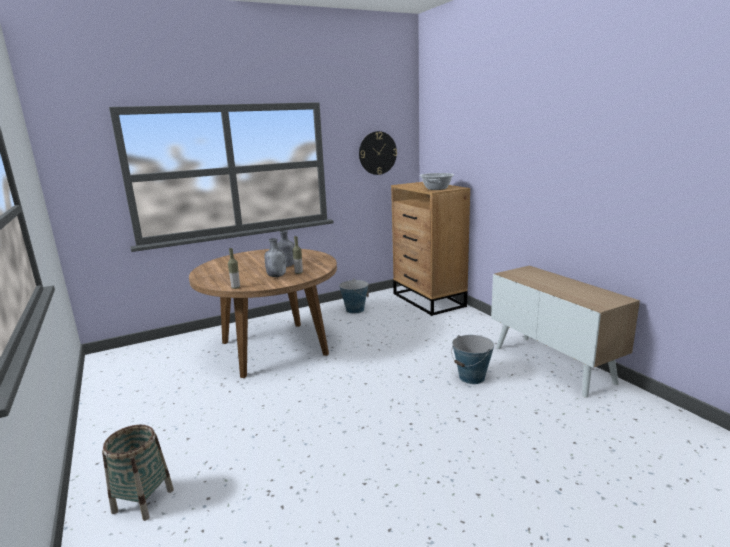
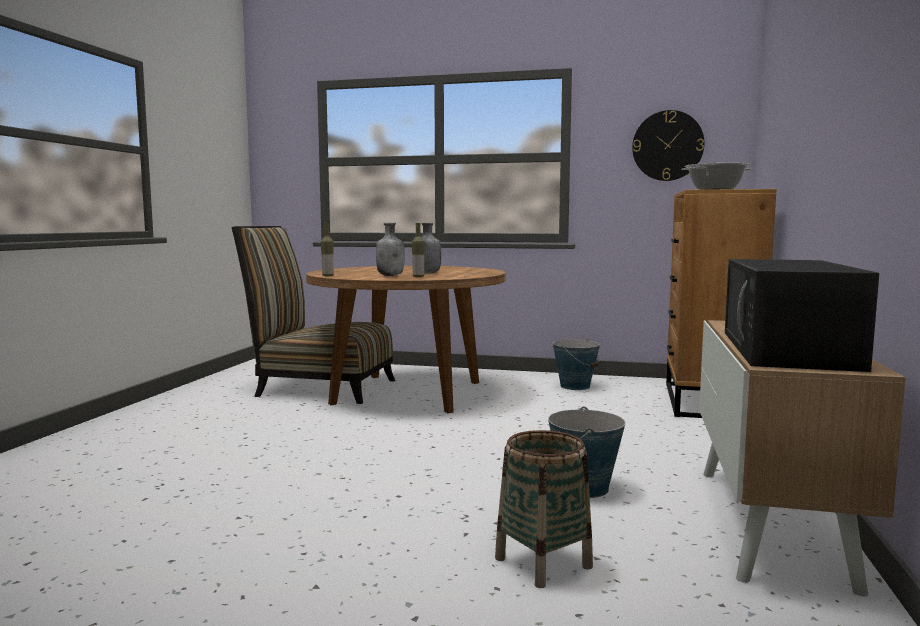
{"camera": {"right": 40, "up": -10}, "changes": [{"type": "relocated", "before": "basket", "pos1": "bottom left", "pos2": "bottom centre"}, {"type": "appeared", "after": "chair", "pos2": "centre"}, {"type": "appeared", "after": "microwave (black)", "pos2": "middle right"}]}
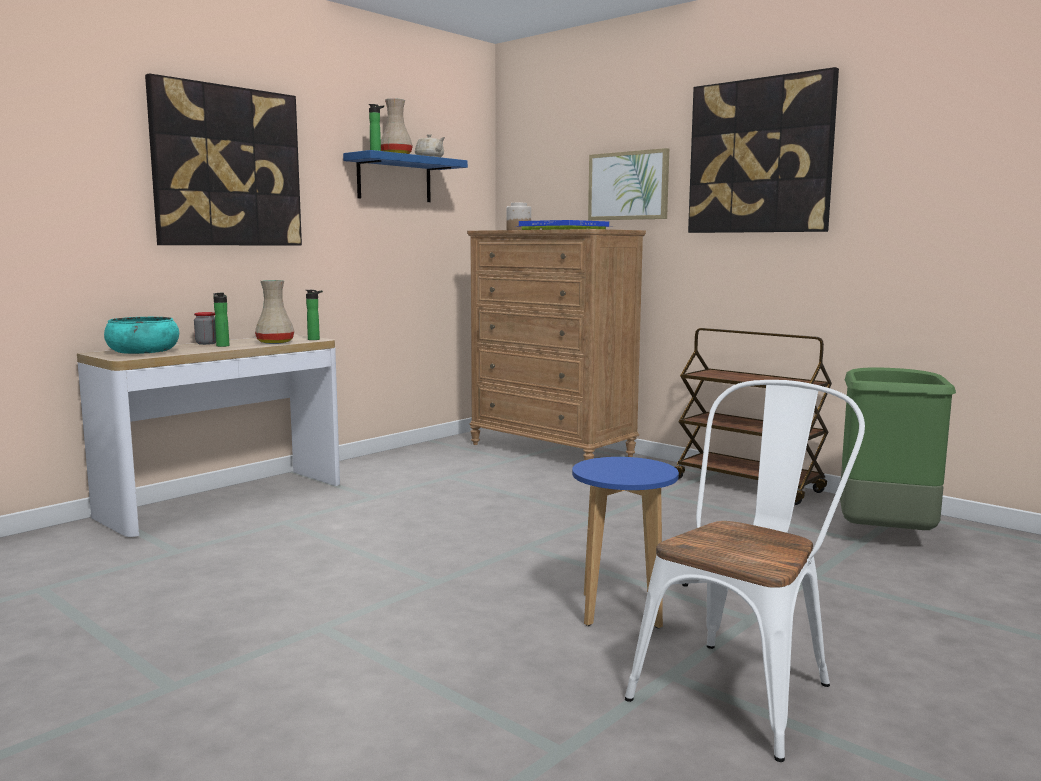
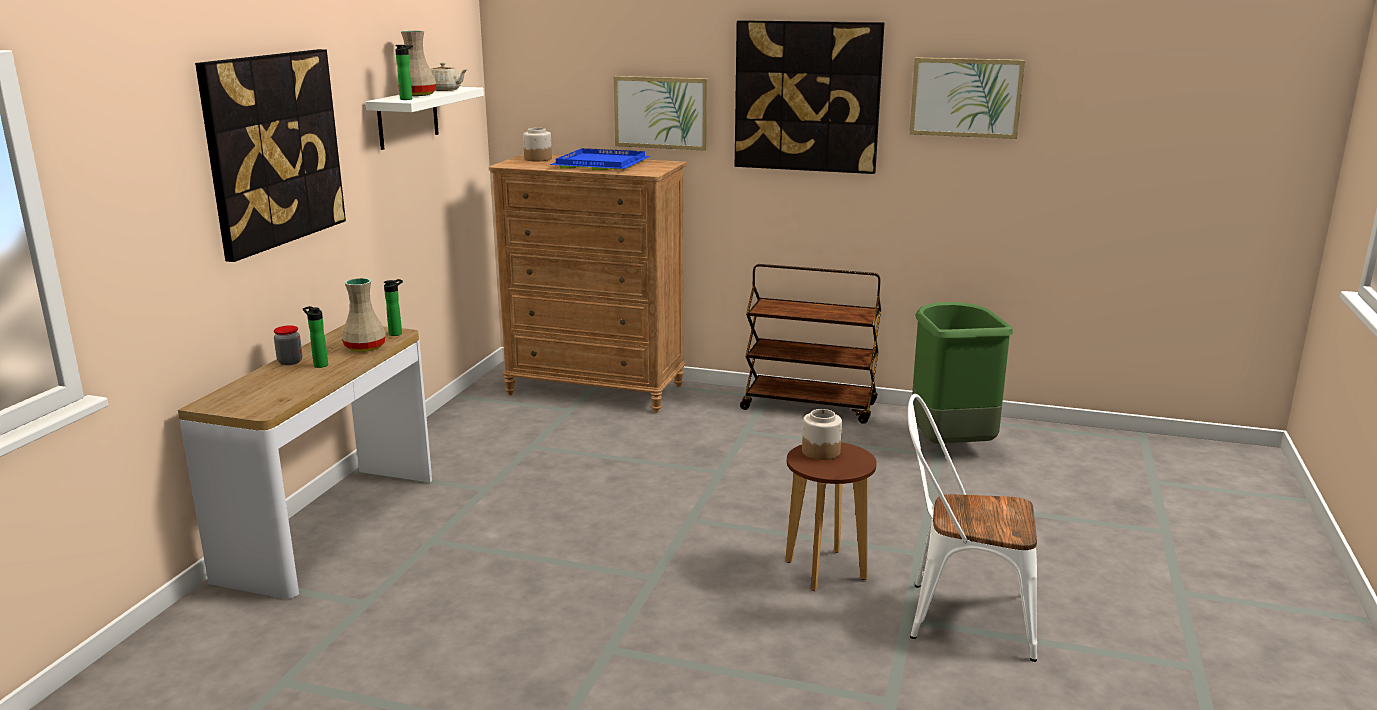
{"camera": {"right": -25, "up": 10}, "changes": [{"type": "colour", "before": "shelf (blue)", "after": "shelf (white)", "pos1": "top centre", "pos2": "top left"}, {"type": "missing", "before": "bowl (turquoise)", "pos1": "middle left"}, {"type": "spun", "before": "chair (white)", "pos1": "bottom right", "pos2": "bottom right", "turn": -90}, {"type": "colour", "before": "stool (blue)", "after": "stool (brown)", "pos1": "bottom centre", "pos2": "bottom centre"}, {"type": "appeared", "after": "picture (no. 4 from left)", "pos2": "top right"}, {"type": "appeared", "after": "jar (no. 3 from left)", "pos2": "centre"}]}
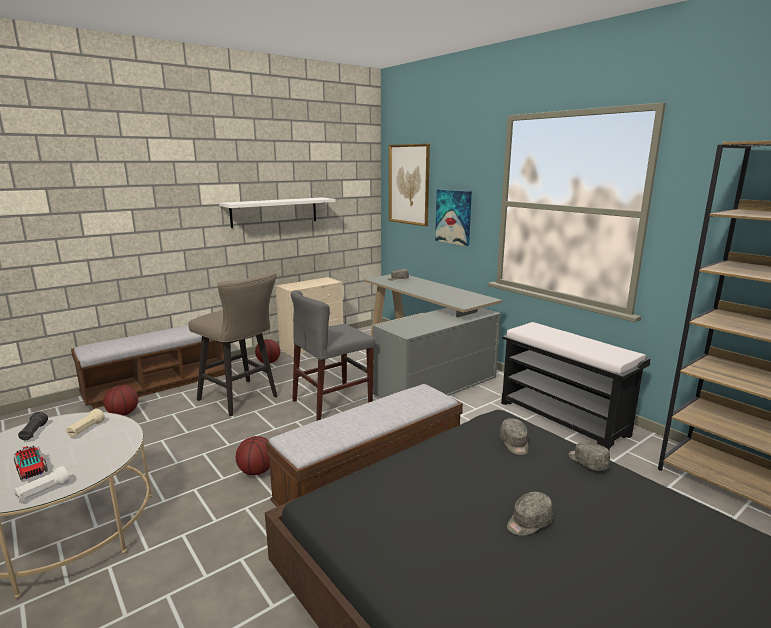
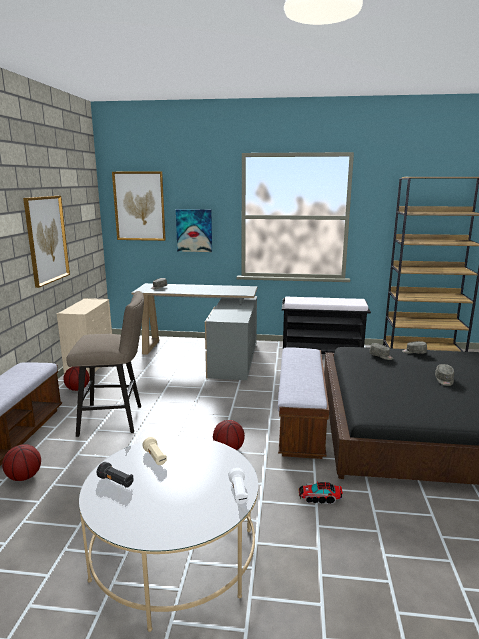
{"camera": {"right": -45, "up": 0}, "changes": [{"type": "exchanged", "before": "shelf (white)", "after": "picture (no. 1 from left)", "pos1": "centre", "pos2": "middle left"}, {"type": "missing", "before": "chair (grey)", "pos1": "centre"}, {"type": "relocated", "before": "toy truck", "pos1": "bottom left", "pos2": "bottom right"}]}
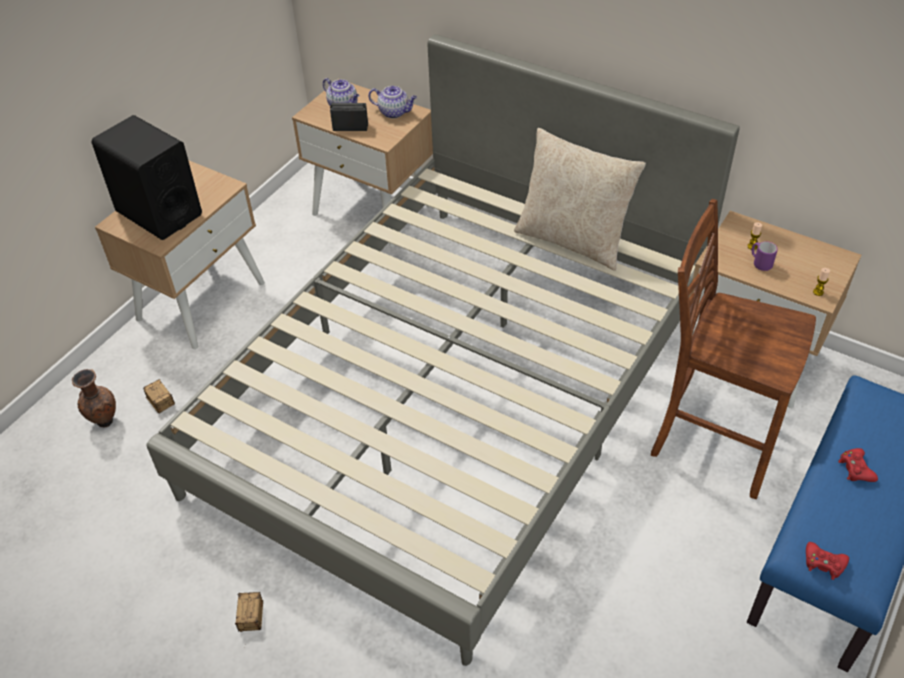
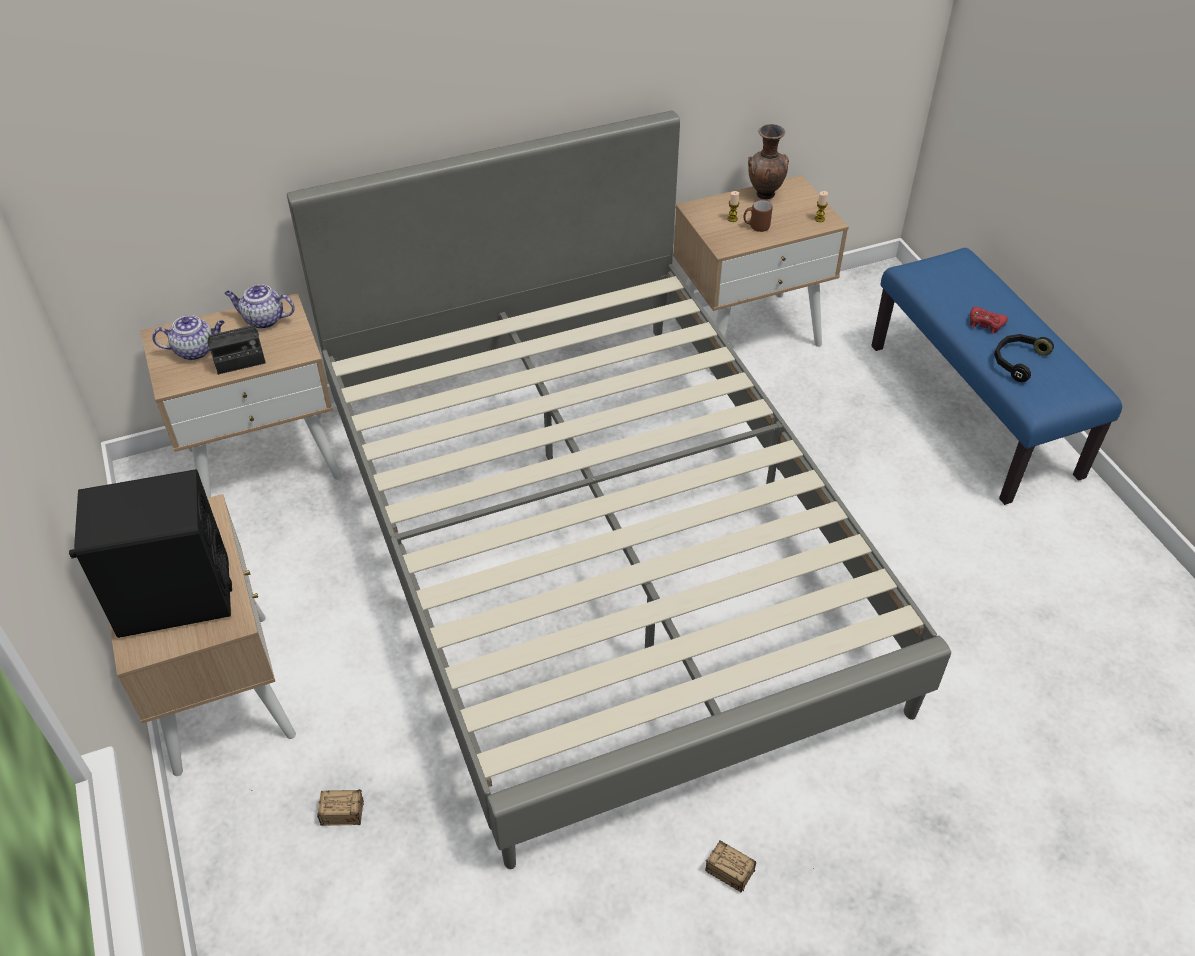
{"camera": {"right": -55, "up": 0}, "changes": [{"type": "spun", "before": "radio", "pos1": "top centre", "pos2": "middle left", "turn": -150}, {"type": "spun", "before": "teapot (no. 2 from left)", "pos1": "top centre", "pos2": "top left", "turn": -135}, {"type": "missing", "before": "pillow (beige)", "pos1": "top centre"}, {"type": "missing", "before": "chair (brown)", "pos1": "middle right"}, {"type": "colour", "before": "mug (purple)", "after": "mug (brown)", "pos1": "middle right", "pos2": "top centre"}, {"type": "relocated", "before": "vase (brown)", "pos1": "middle left", "pos2": "top centre"}, {"type": "missing", "before": "game controller (red) (no. 1 from left)", "pos1": "bottom right"}, {"type": "appeared", "after": "headphones (black)", "pos2": "middle right"}]}
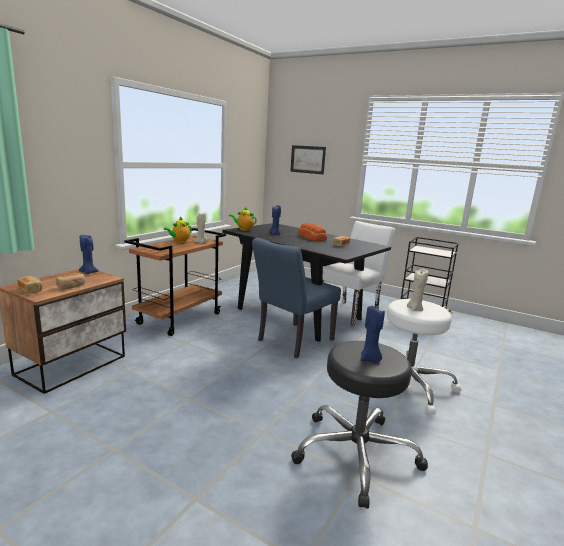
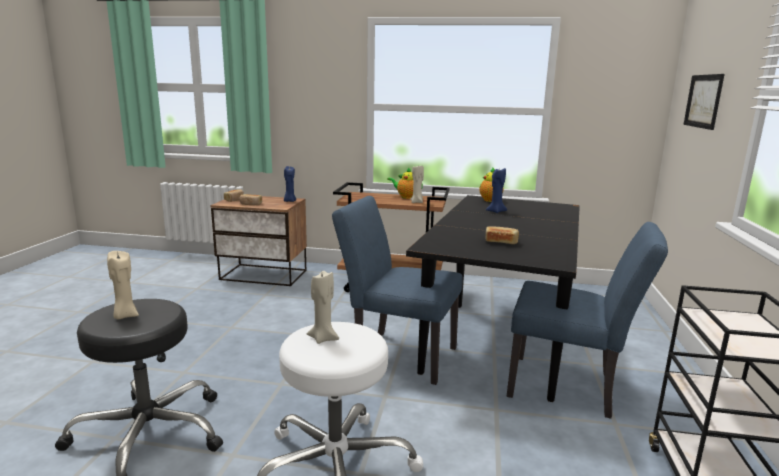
{"camera": {"right": 70, "up": 0}, "changes": [{"type": "colour", "before": "chair (white)", "after": "chair (blue) (no. 2 from left)", "pos1": "centre", "pos2": "bottom right"}, {"type": "missing", "before": "bread (no. 3 from left)", "pos1": "centre"}, {"type": "colour", "before": "candle (blue) (no. 3 from left)", "after": "candle (beige) (no. 1 from left)", "pos1": "centre", "pos2": "middle left"}]}
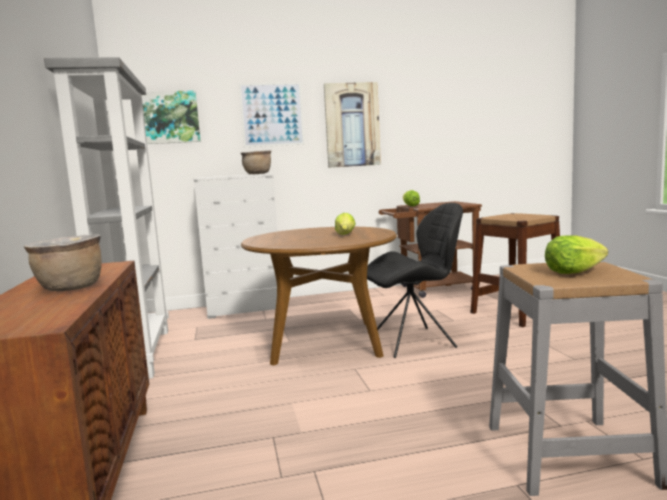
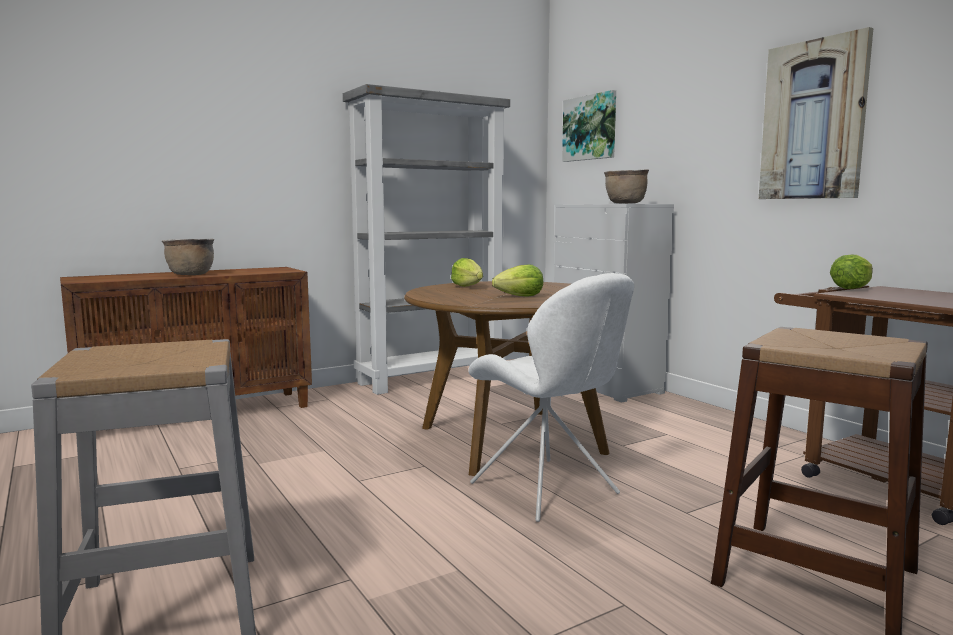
{"camera": {"right": 70, "up": 0}, "changes": [{"type": "missing", "before": "picture (no. 2 from left)", "pos1": "top centre"}, {"type": "colour", "before": "chair (black)", "after": "chair (white)", "pos1": "centre", "pos2": "centre"}, {"type": "relocated", "before": "lettuce (no. 3 from left in the first image)", "after": "lettuce (no. 1 from left)", "pos1": "middle right", "pos2": "centre"}]}
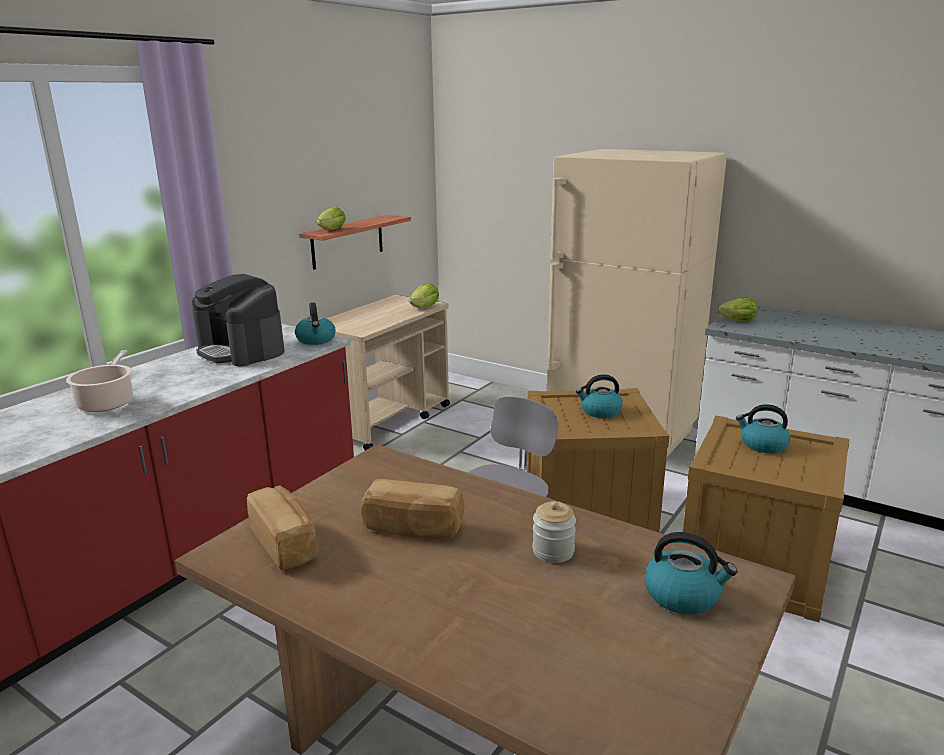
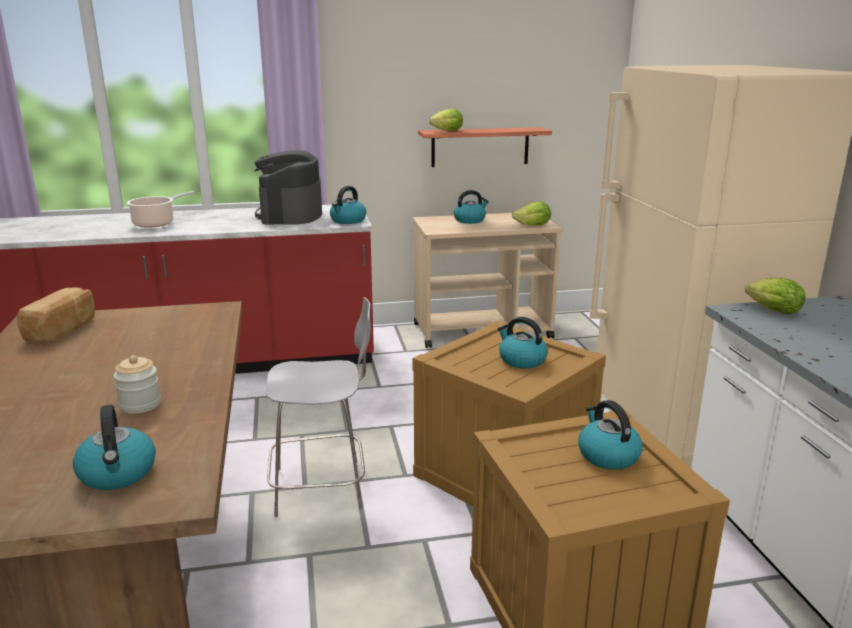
{"camera": {"right": 45, "up": 0}, "changes": [{"type": "missing", "before": "bread (no. 2 from left)", "pos1": "bottom centre"}, {"type": "appeared", "after": "kettle (no. 3 from left)", "pos2": "top centre"}]}
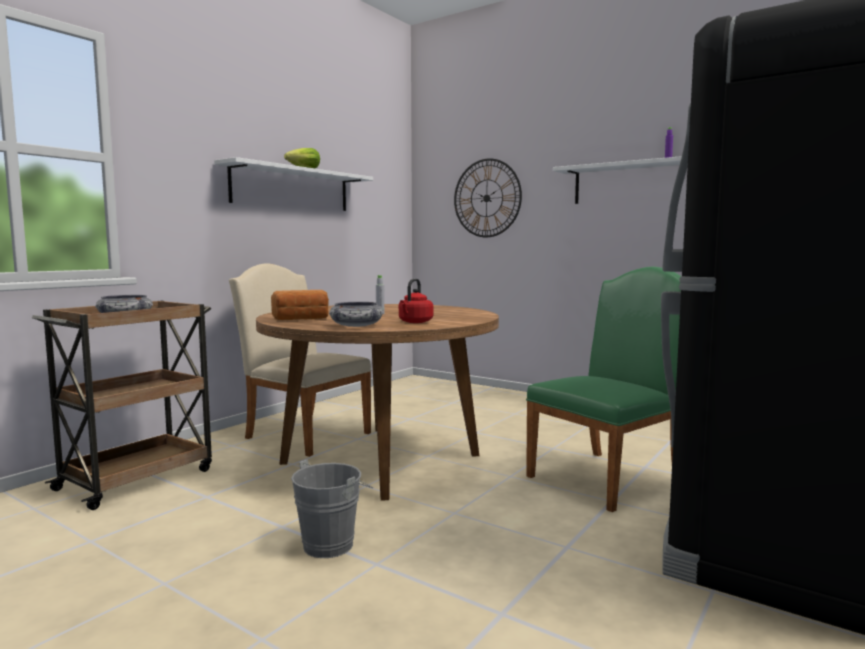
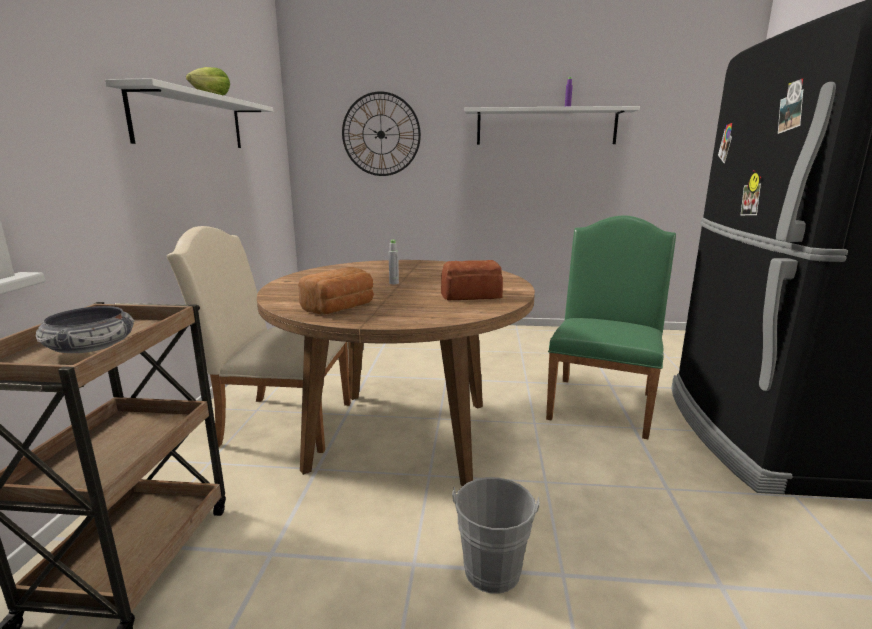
{"camera": {"right": -30, "up": 10}, "changes": [{"type": "exchanged", "before": "kettle (red)", "after": "bread (no. 2 from left)", "pos1": "centre", "pos2": "centre"}, {"type": "missing", "before": "bowl (no. 2 from left)", "pos1": "centre"}]}
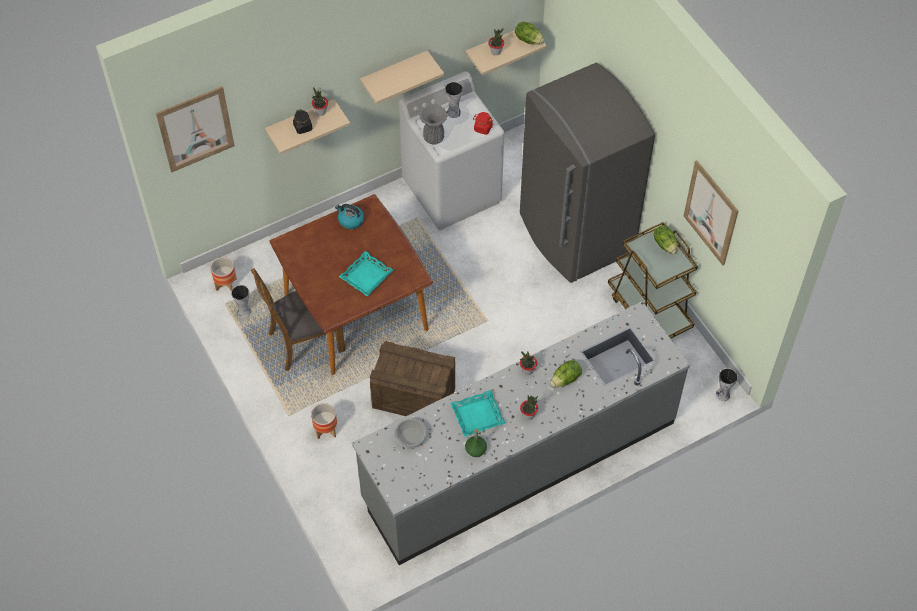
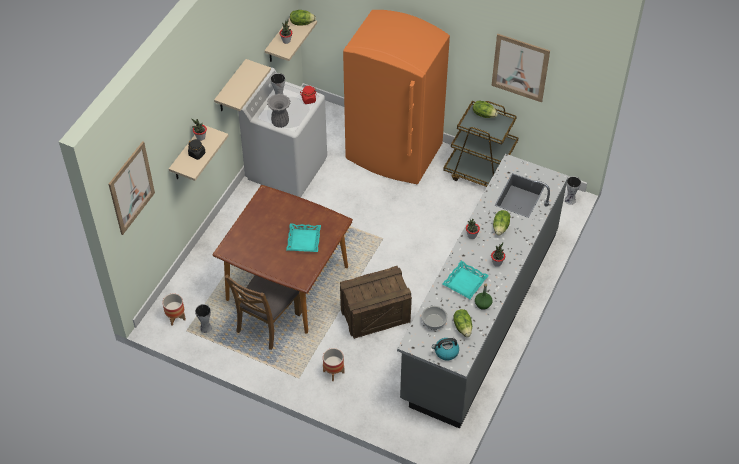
{"camera": {"right": -35, "up": -5}, "changes": [{"type": "colour", "before": "fridge (grey)", "after": "fridge (orange)", "pos1": "top centre", "pos2": "top centre"}, {"type": "relocated", "before": "kettle", "pos1": "centre", "pos2": "bottom centre"}, {"type": "appeared", "after": "lettuce (no. 2 from left)", "pos2": "bottom centre"}]}
